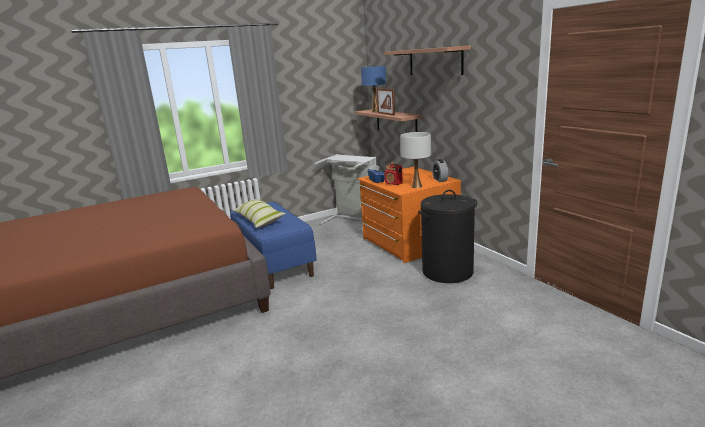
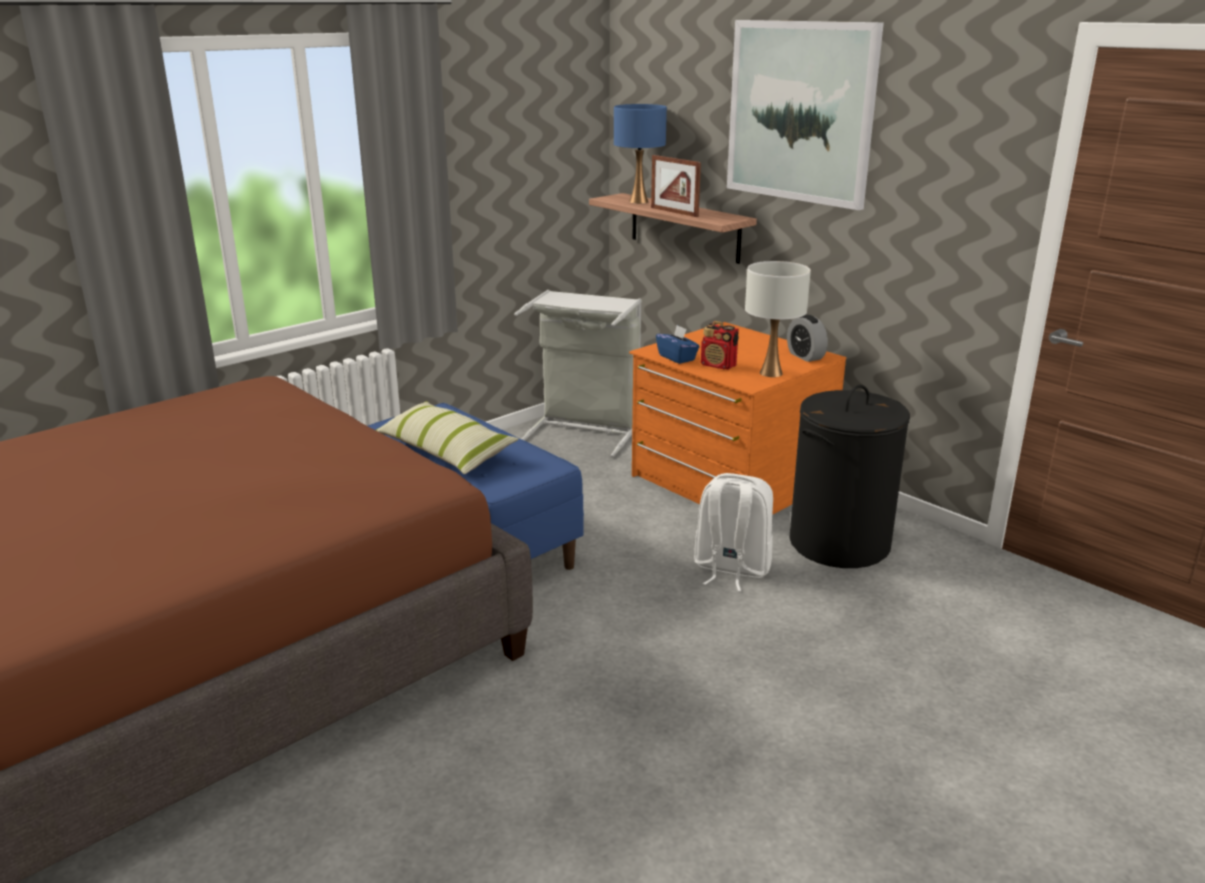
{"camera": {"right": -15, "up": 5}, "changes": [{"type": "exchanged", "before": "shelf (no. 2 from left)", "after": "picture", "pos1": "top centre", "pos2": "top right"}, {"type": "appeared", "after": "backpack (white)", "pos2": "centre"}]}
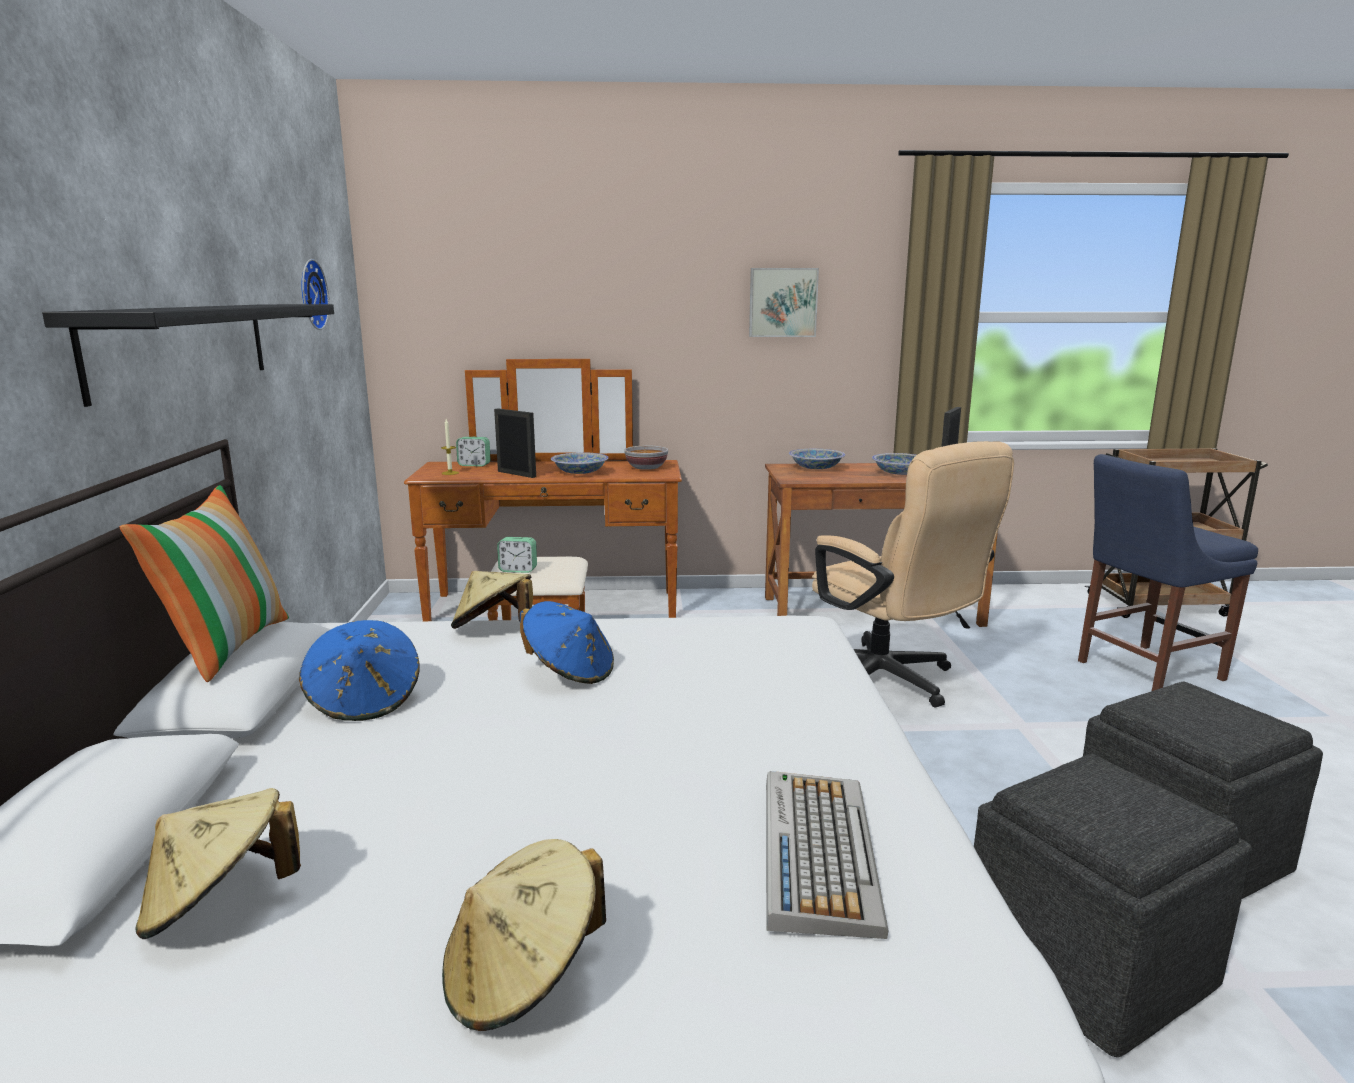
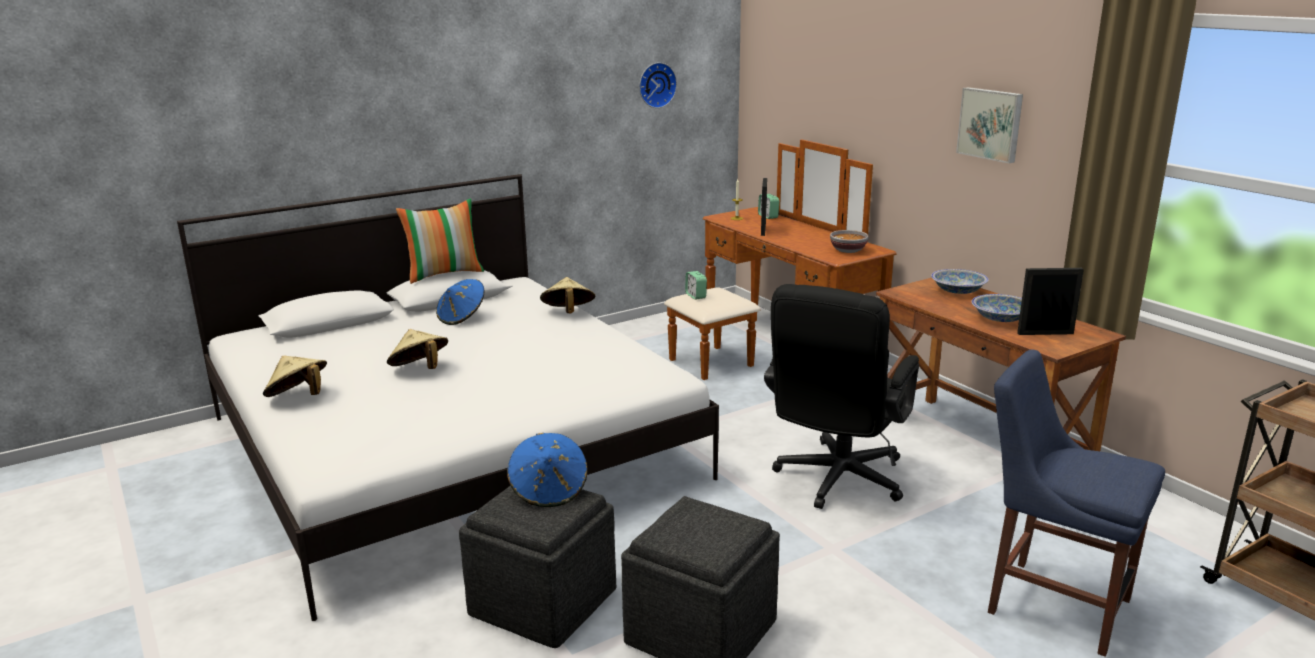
{"camera": {"right": 60, "up": 5}, "changes": [{"type": "missing", "before": "shelf (black)", "pos1": "top left"}, {"type": "colour", "before": "office chair (beige)", "after": "office chair (black)", "pos1": "middle right", "pos2": "centre"}, {"type": "missing", "before": "bowl (no. 1 from left)", "pos1": "centre"}, {"type": "relocated", "before": "hat (blue) (no. 2 from left)", "pos1": "centre", "pos2": "bottom centre"}, {"type": "missing", "before": "keyboard", "pos1": "bottom centre"}, {"type": "relocated", "before": "hat (beige) (no. 1 from left in the first image)", "after": "hat (beige) (no. 2 from left)", "pos1": "bottom left", "pos2": "middle left"}]}
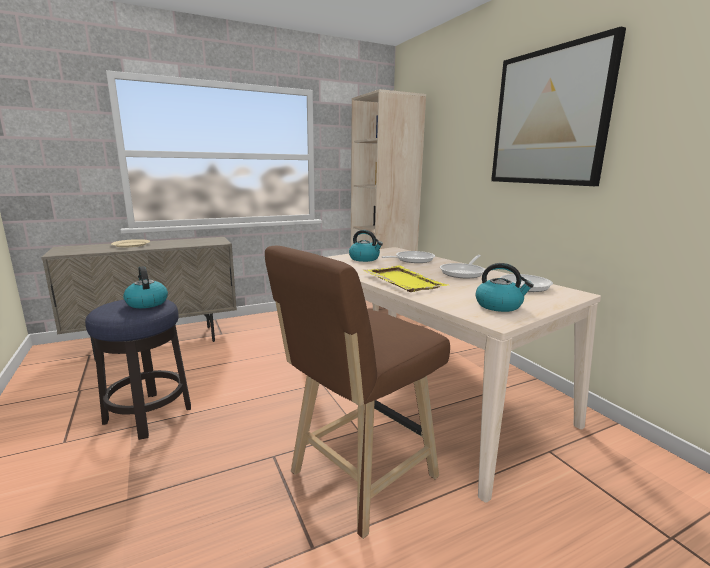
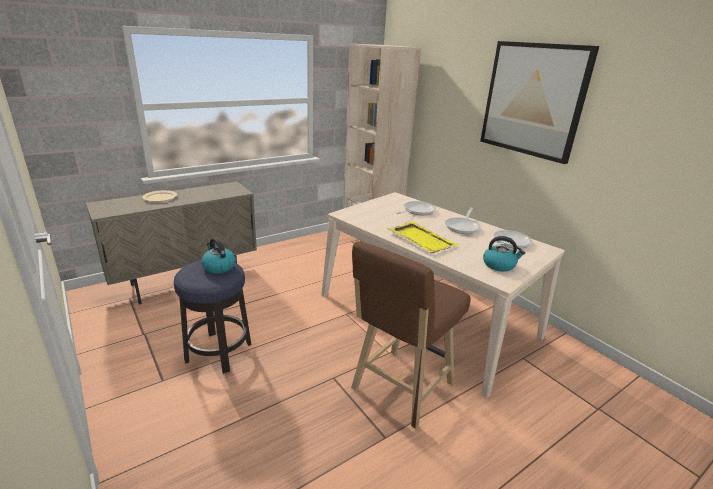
{"camera": {"right": -10, "up": 10}, "changes": [{"type": "missing", "before": "kettle (no. 2 from left)", "pos1": "centre"}]}
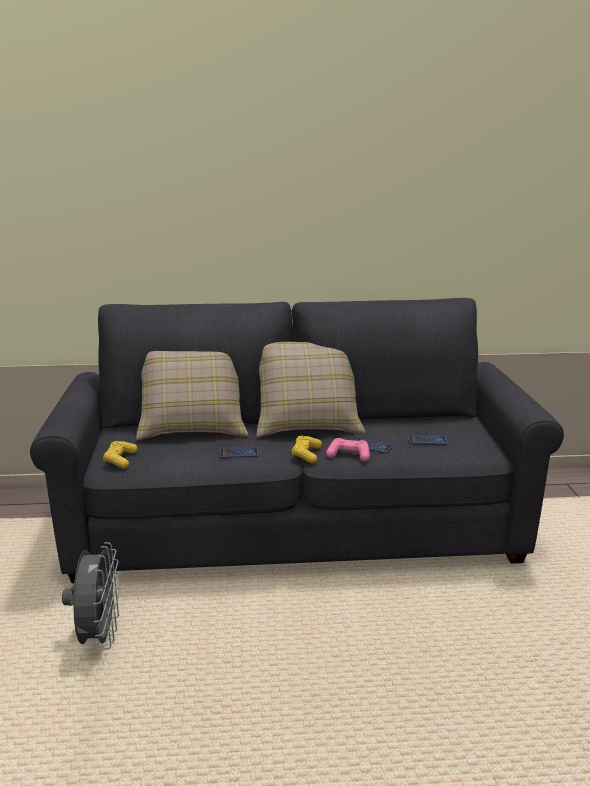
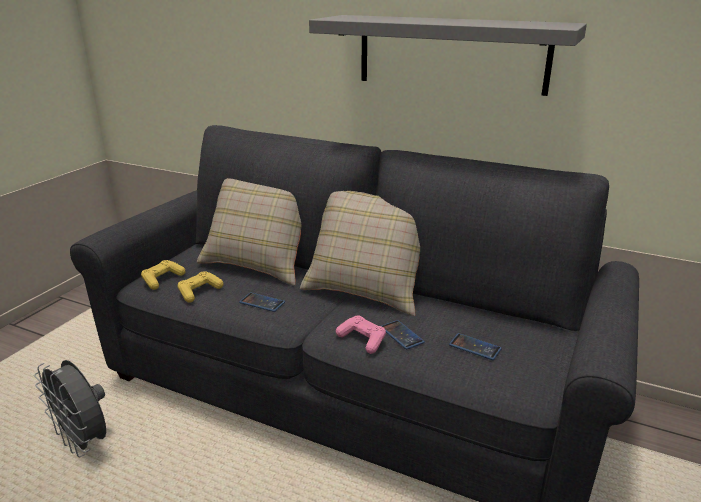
{"camera": {"right": 30, "up": 5}, "changes": [{"type": "relocated", "before": "game controller (yellow) (no. 2 from left)", "pos1": "centre", "pos2": "middle left"}, {"type": "spun", "before": "fan (grey)", "pos1": "bottom left", "pos2": "bottom left", "turn": 105}, {"type": "appeared", "after": "shelf (grey)", "pos2": "top centre"}]}
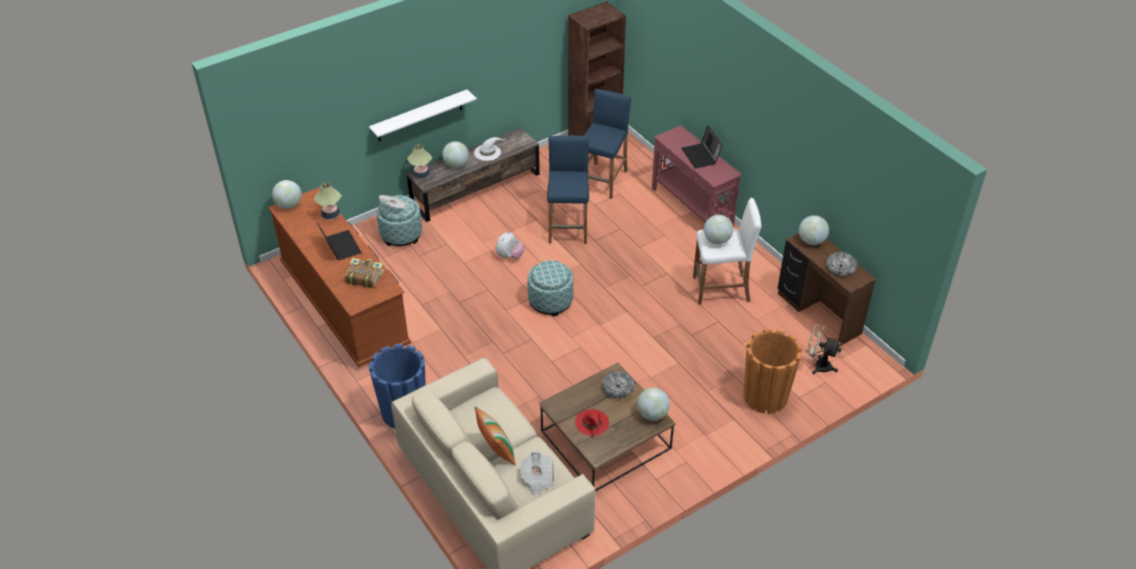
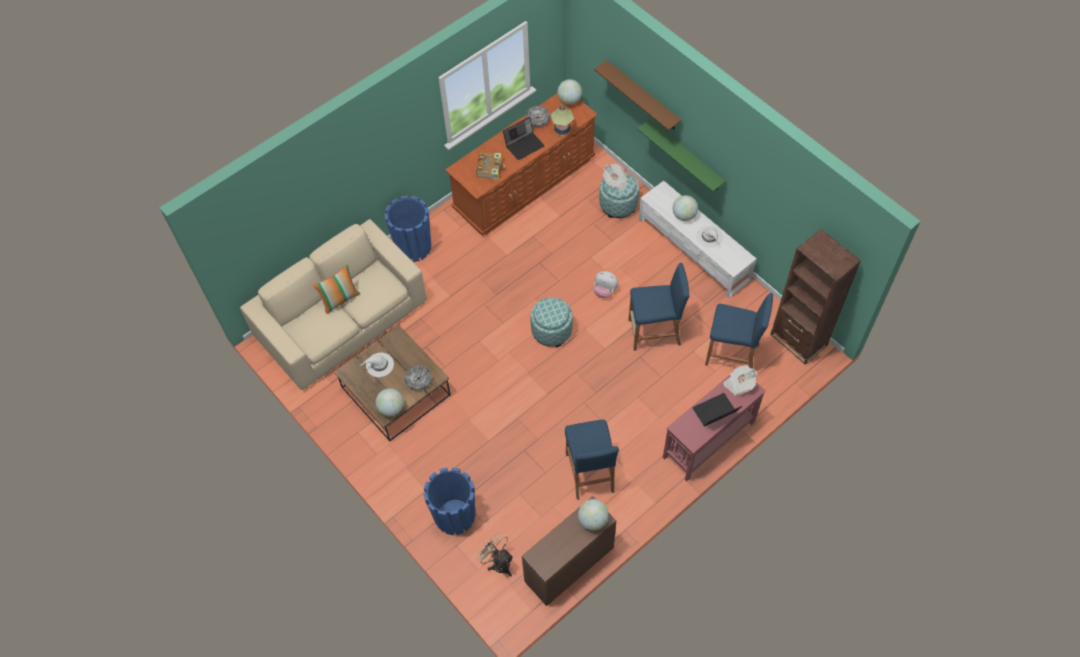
{"camera": {"right": 85, "up": 15}, "changes": [{"type": "colour", "before": "shelf (white)", "after": "shelf (green)", "pos1": "top centre", "pos2": "top centre"}, {"type": "colour", "before": "tv stand (brown)", "after": "tv stand (white)", "pos1": "top centre", "pos2": "centre"}, {"type": "missing", "before": "table lamp (no. 2 from left)", "pos1": "top centre"}, {"type": "colour", "before": "stool (white)", "after": "stool (blue) (no. 1 from left)", "pos1": "centre", "pos2": "bottom centre"}, {"type": "missing", "before": "globe (no. 4 from left)", "pos1": "centre"}, {"type": "relocated", "before": "bowl (no. 2 from left)", "pos1": "middle right", "pos2": "top centre"}, {"type": "spun", "before": "fan (beige)", "pos1": "middle right", "pos2": "bottom centre", "turn": -60}, {"type": "colour", "before": "planter (orange)", "after": "planter (blue) (no. 2 from left)", "pos1": "middle right", "pos2": "bottom centre"}, {"type": "colour", "before": "hat (red)", "after": "hat (white) (no. 1 from left)", "pos1": "bottom centre", "pos2": "centre"}, {"type": "relocated", "before": "newspaper (no. 2 from left)", "pos1": "bottom centre", "pos2": "middle right"}, {"type": "appeared", "after": "shelf (brown)", "pos2": "top centre"}]}
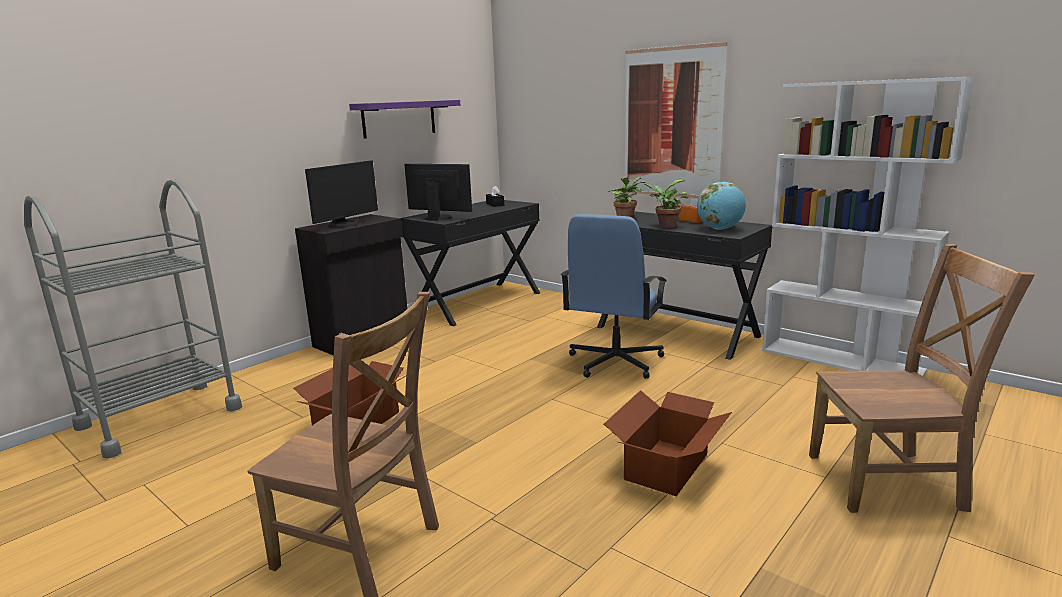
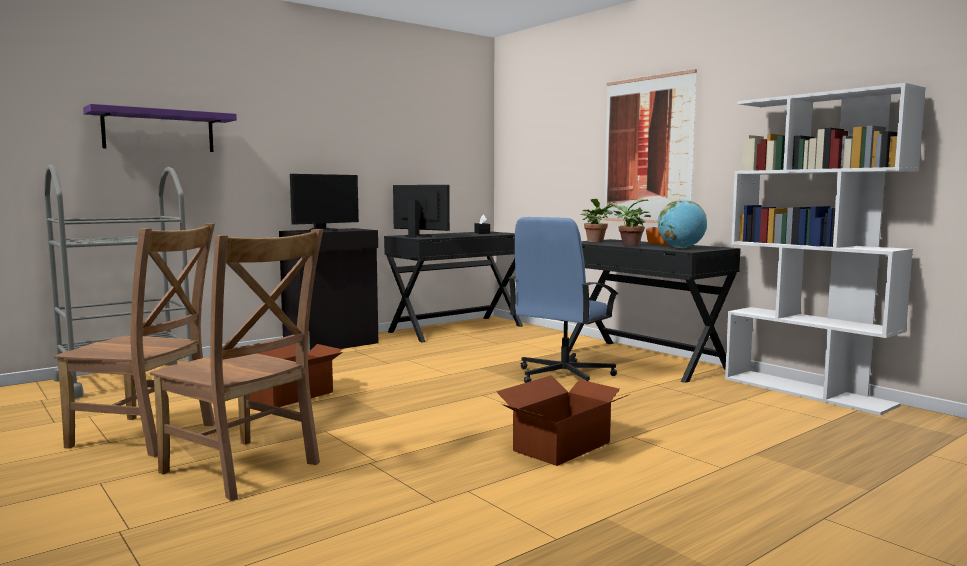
{"camera": {"right": 10, "up": -10}, "changes": [{"type": "relocated", "before": "shelf (purple)", "pos1": "top centre", "pos2": "top left"}, {"type": "relocated", "before": "chair (brown) (no. 2 from left in the first image)", "after": "chair (brown) (no. 1 from left)", "pos1": "middle right", "pos2": "middle left"}]}
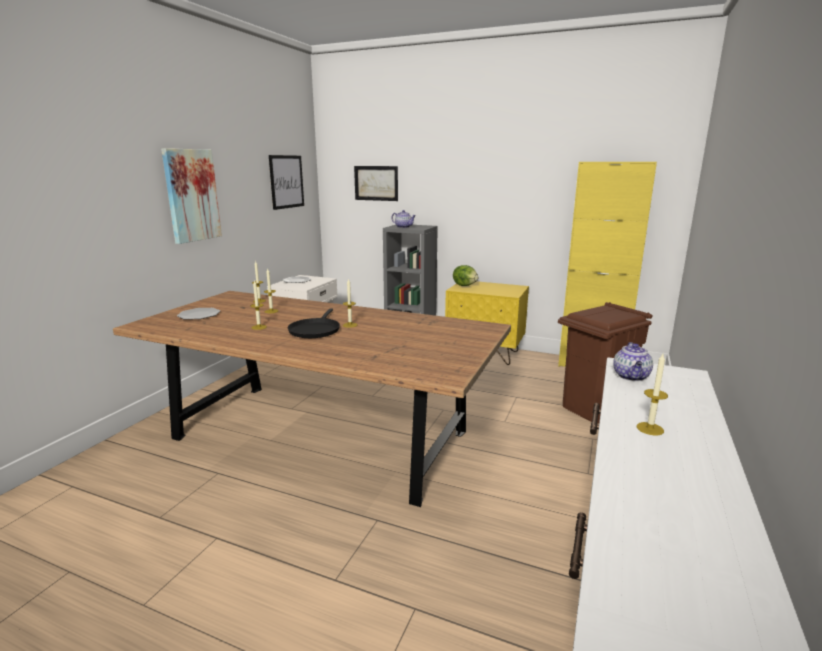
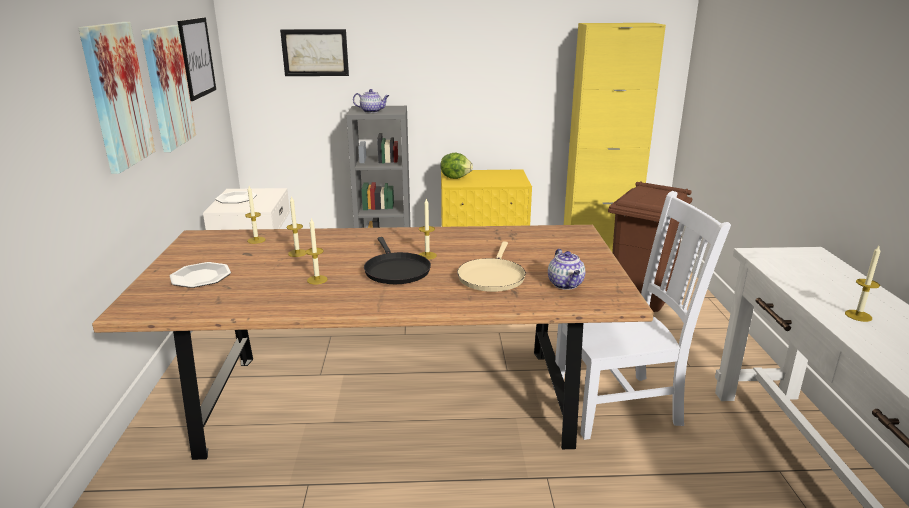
{"camera": {"right": -25, "up": 5}, "changes": [{"type": "relocated", "before": "teapot (no. 2 from left)", "pos1": "middle right", "pos2": "centre"}, {"type": "appeared", "after": "picture (no. 2 from left)", "pos2": "top left"}, {"type": "appeared", "after": "chair (white)", "pos2": "middle right"}, {"type": "appeared", "after": "frying pan (beige)", "pos2": "centre"}]}
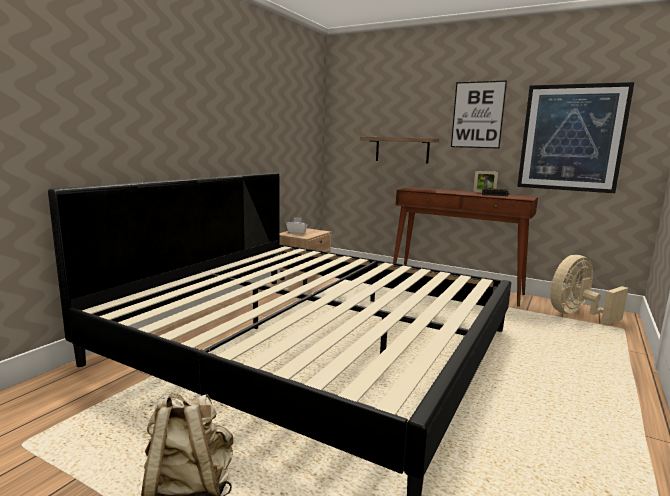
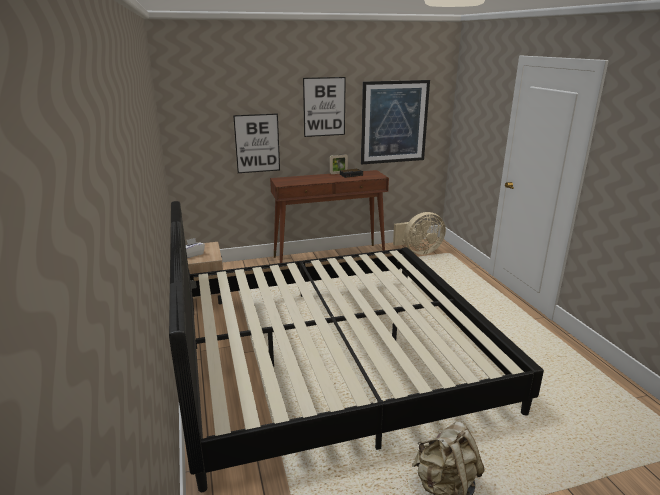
{"camera": {"right": -45, "up": 10}, "changes": [{"type": "exchanged", "before": "shelf", "after": "picture (no. 1 from left)", "pos1": "top centre", "pos2": "top centre"}, {"type": "spun", "before": "fan (beige)", "pos1": "middle right", "pos2": "centre", "turn": -120}]}
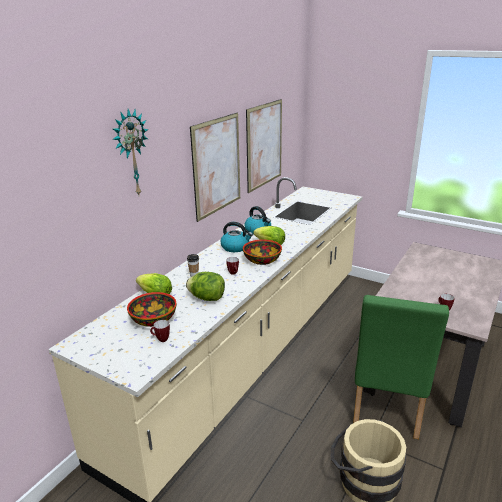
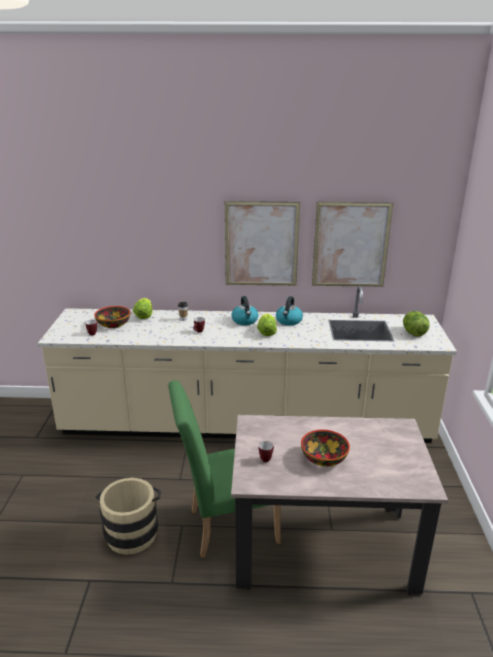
{"camera": {"right": 60, "up": 0}, "changes": [{"type": "missing", "before": "wall clock", "pos1": "top left"}, {"type": "relocated", "before": "bowl (no. 2 from left)", "pos1": "centre", "pos2": "bottom centre"}, {"type": "relocated", "before": "lettuce (no. 2 from left in the first image)", "after": "lettuce (no. 3 from left)", "pos1": "centre", "pos2": "middle right"}]}
